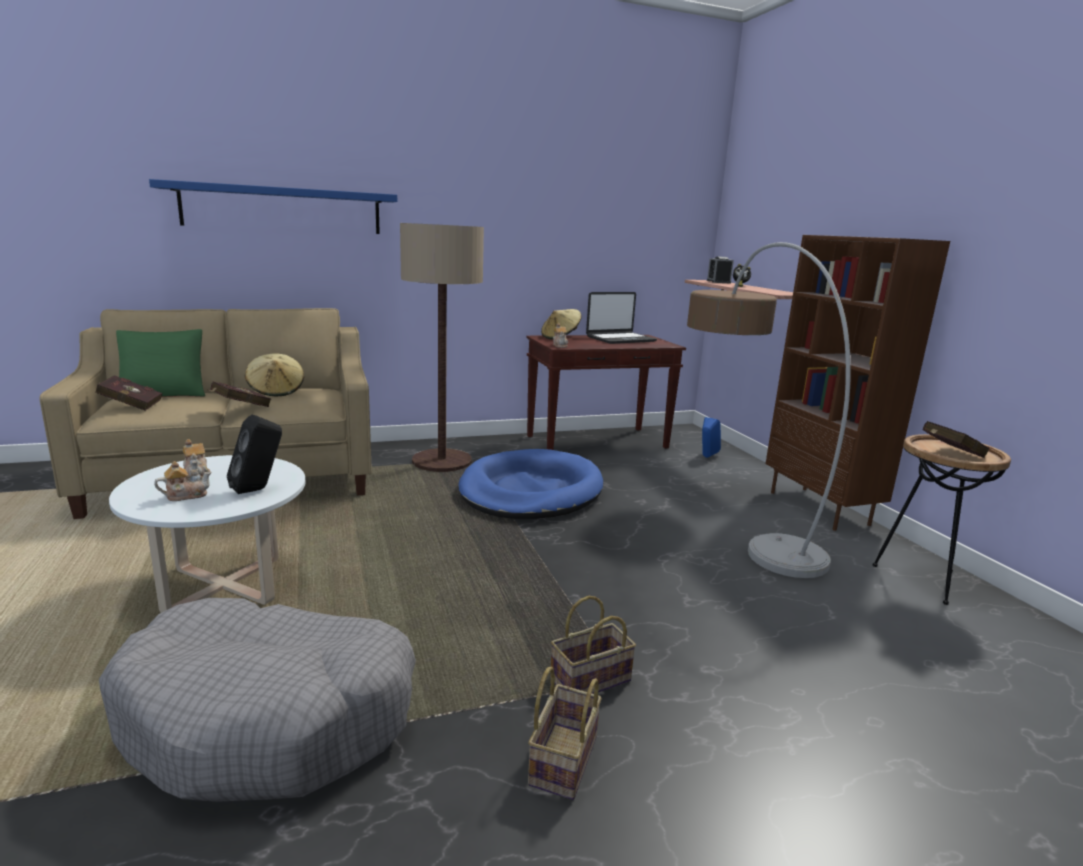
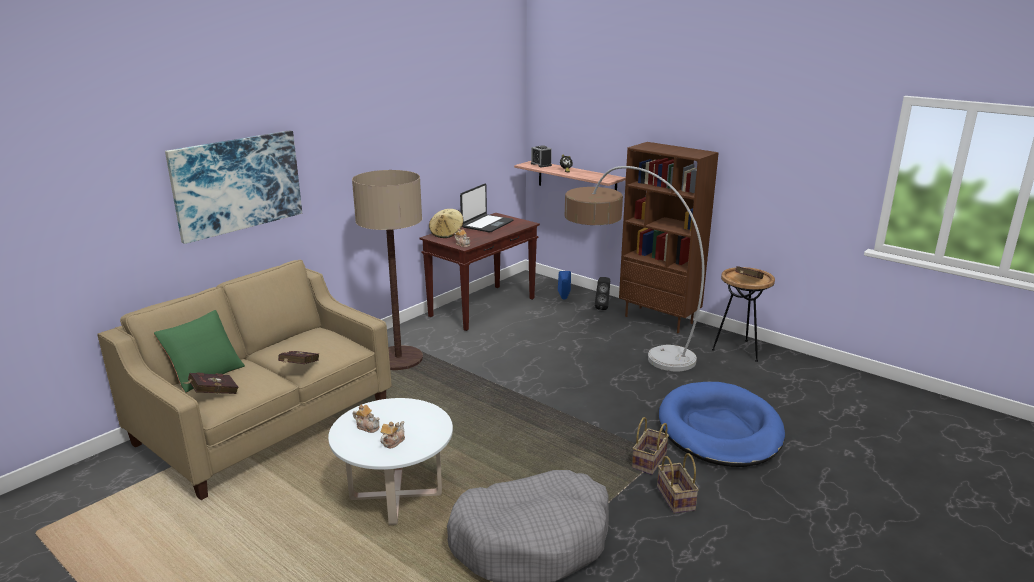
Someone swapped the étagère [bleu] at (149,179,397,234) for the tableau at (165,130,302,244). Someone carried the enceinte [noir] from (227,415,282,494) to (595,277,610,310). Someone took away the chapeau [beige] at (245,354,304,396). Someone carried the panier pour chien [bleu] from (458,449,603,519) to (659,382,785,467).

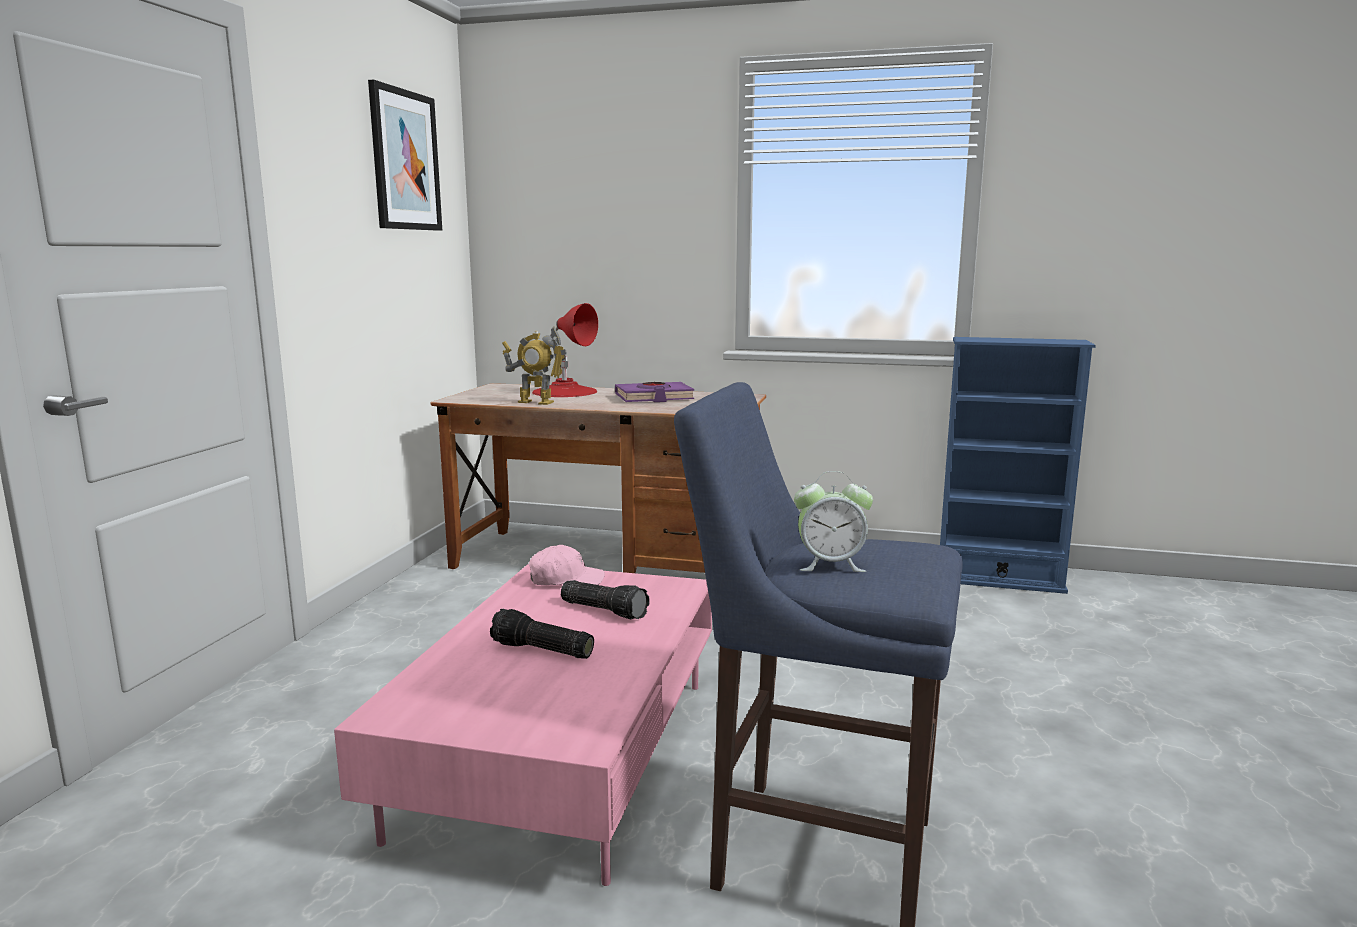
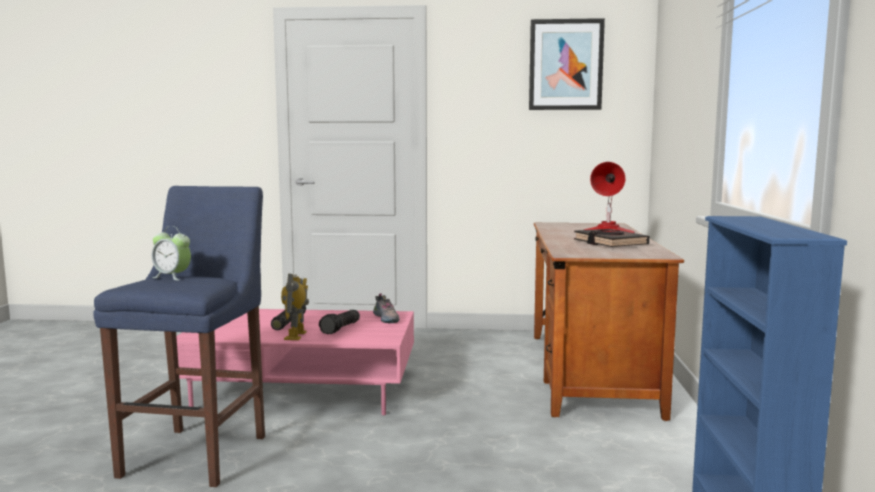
Someone carried the robot jouet from (502,326,567,405) to (281,274,309,340). Someone swapped the casquette [rose] at (529,545,605,585) for the chaussure at (373,293,400,323). Someone repainted the livre [violet] at (615,382,694,402), which became the livre [noir] at (574,229,649,247). Someone rotated the réveil at (794,471,873,572) by 60 degrees counterclockwise.

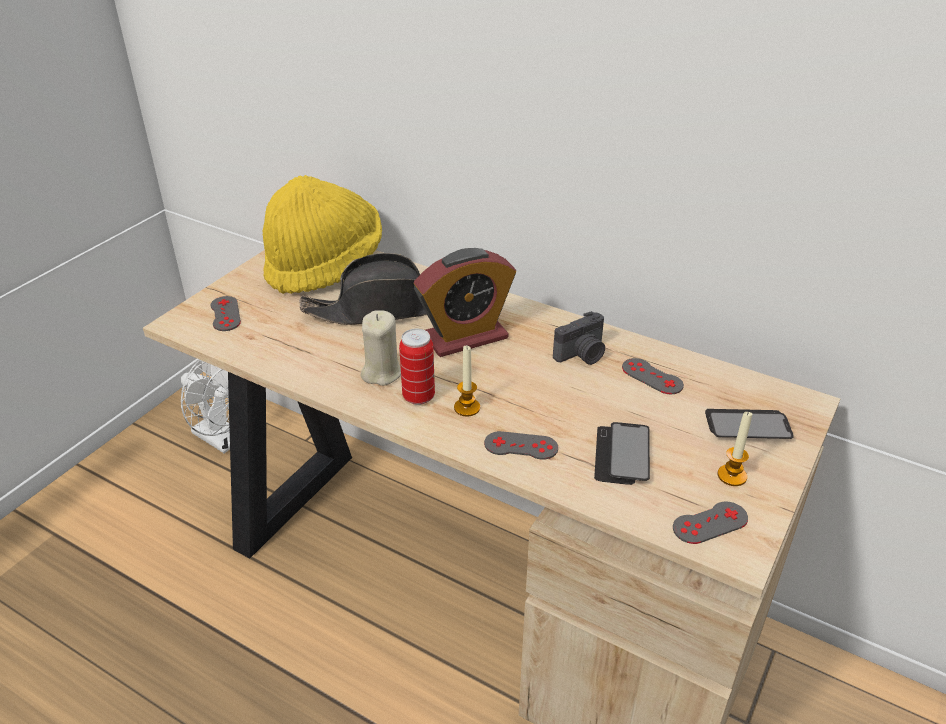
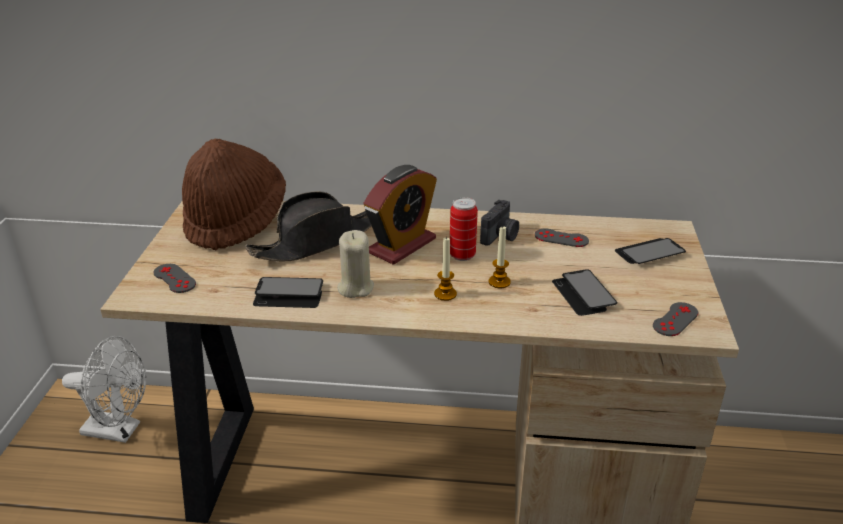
Someone repainted the chapeau [jaune] at (262,175,382,294), which became the chapeau [marron] at (182,138,286,251). Someone carried the boîte métallique from (399,329,435,405) to (450,197,478,261). Someone took away the manette [gris] at (484,431,558,460). Someone carried the bougie from (717,411,752,486) to (489,227,511,289). Someone put down the téléphone at (253,277,323,308).

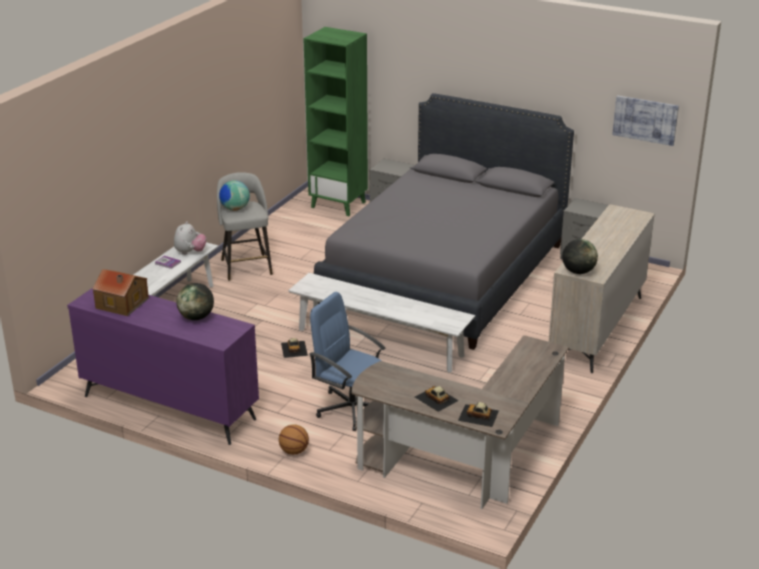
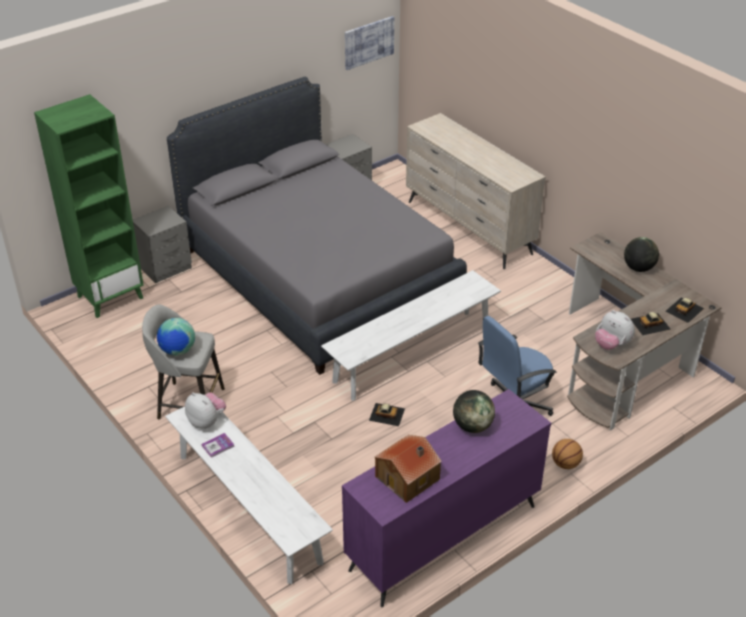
Someone carried the globe from (562,239,598,274) to (624,237,659,272). Someone put down the peluche at (595,310,635,350).

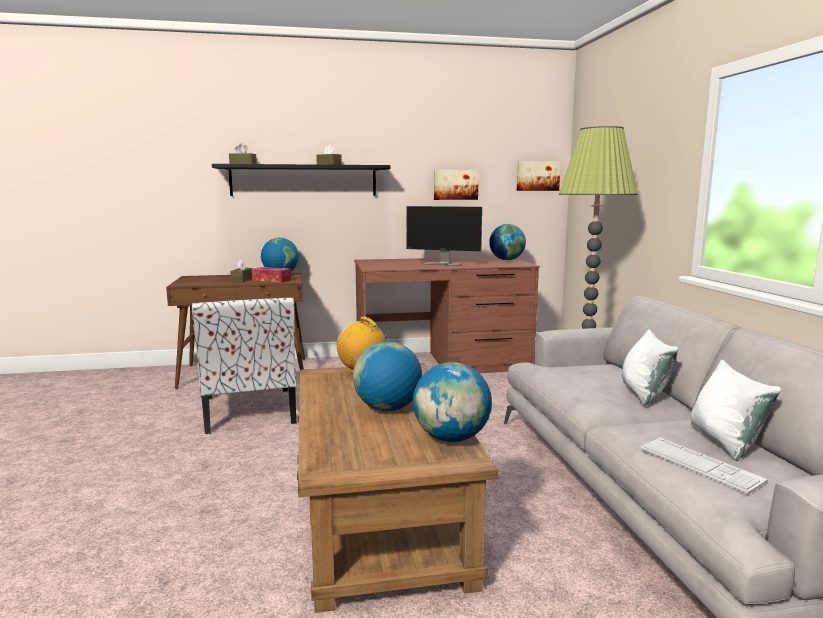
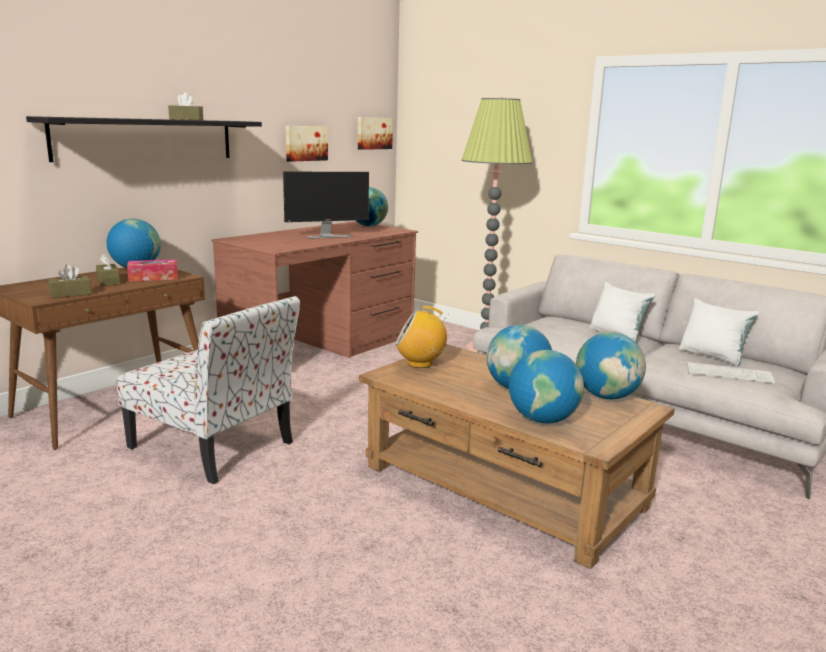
Someone carried the boîte à mouchoirs [marron] from (229,143,257,164) to (48,264,92,298). Someone put down the globe at (509,350,584,424).

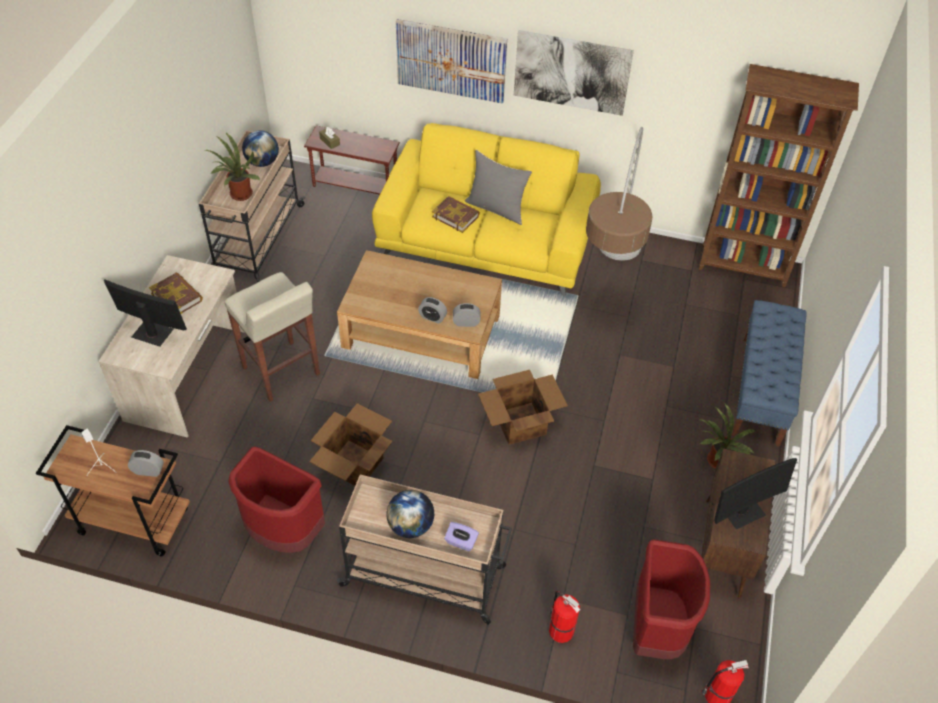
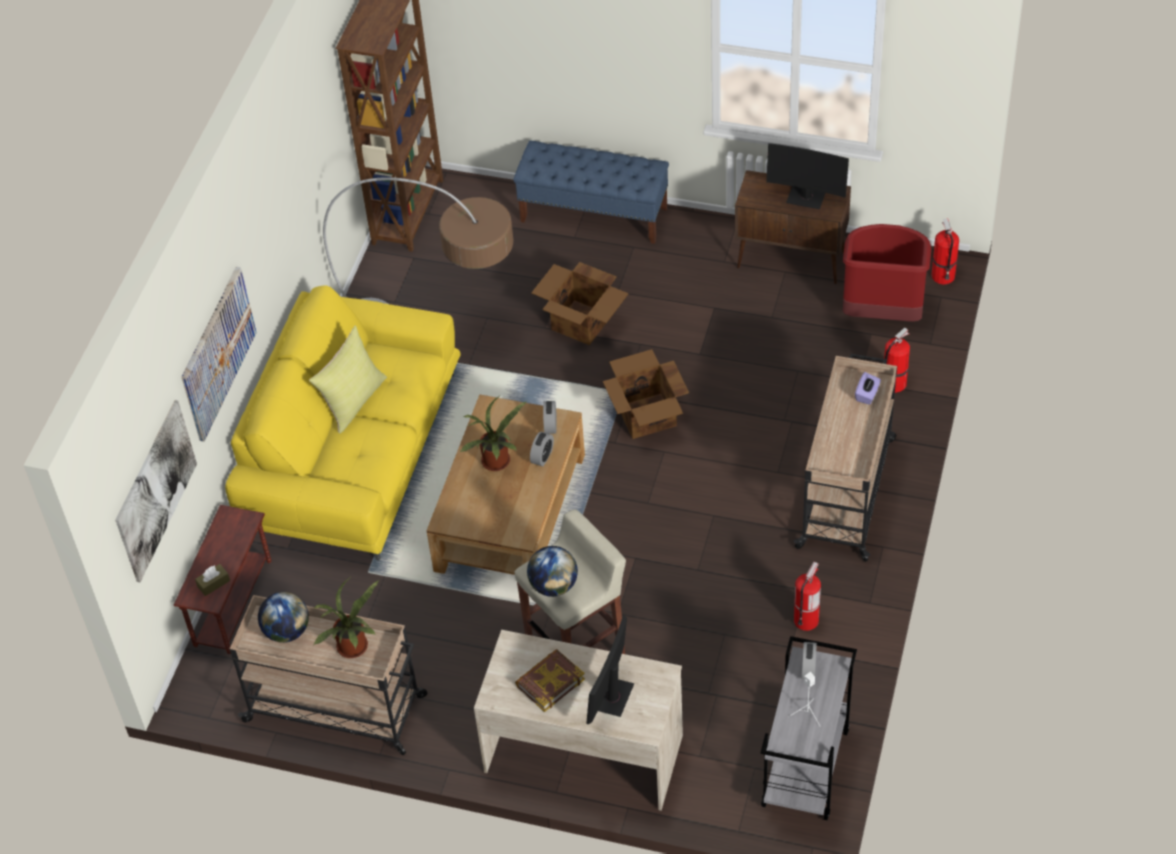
Someone repainted the chariot [marron] at (36,425,190,557), which became the chariot [gris] at (761,636,857,820). Someone swapped the poubelle [rouge] at (228,446,325,553) for the extincteur at (794,562,821,631). Someone carried the carton from (309,403,393,486) to (531,262,629,345). Someone carried the globe from (386,490,434,538) to (527,546,578,597). Someone took away the livre at (432,196,480,233). Someone repainted the coussin [gris] at (465,150,532,225), which became the coussin [jaune] at (309,325,387,433). Someone carried the tableau from (514,30,634,116) to (116,400,197,582). Someone carried the plante en pot from (699,404,755,469) to (459,394,527,471). Someone rotated the écran d'ordinateur at (714,458,797,529) by 135 degrees clockwise.

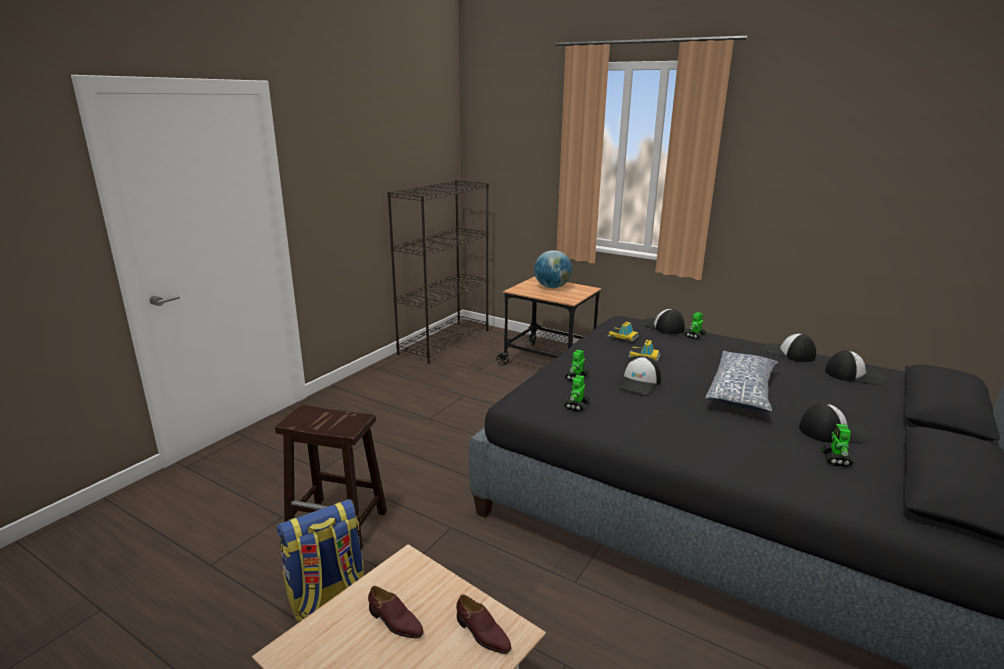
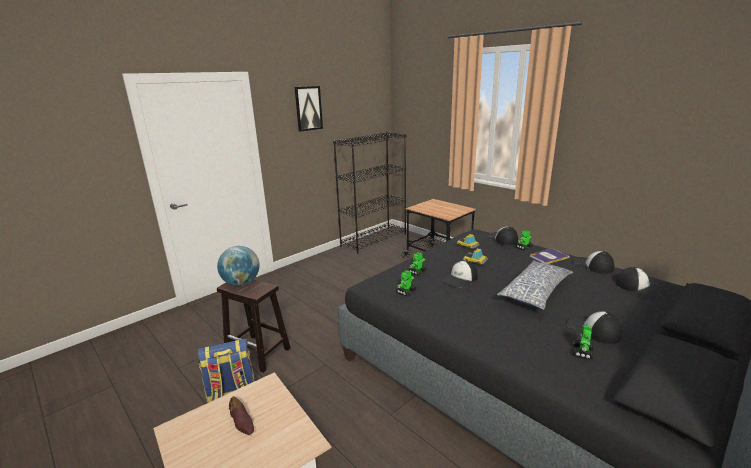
Someone took away the chaussure [marron] at (456,594,511,654). Someone carried the globe from (534,250,572,288) to (217,246,260,286). Someone rotated the casquette at (799,403,869,443) by 150 degrees counterclockwise. Someone put up the tableau at (294,86,323,132). Someone put down the livre at (530,249,570,264).

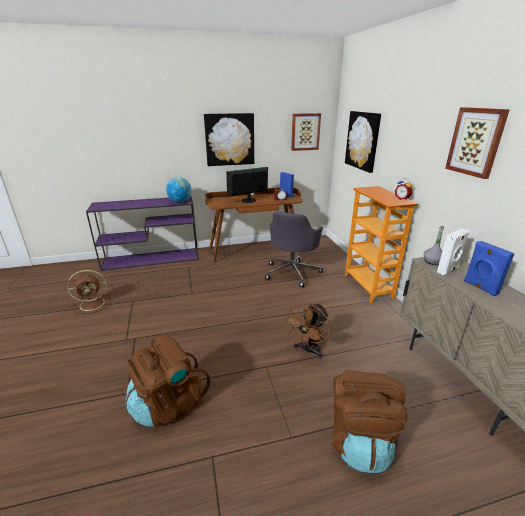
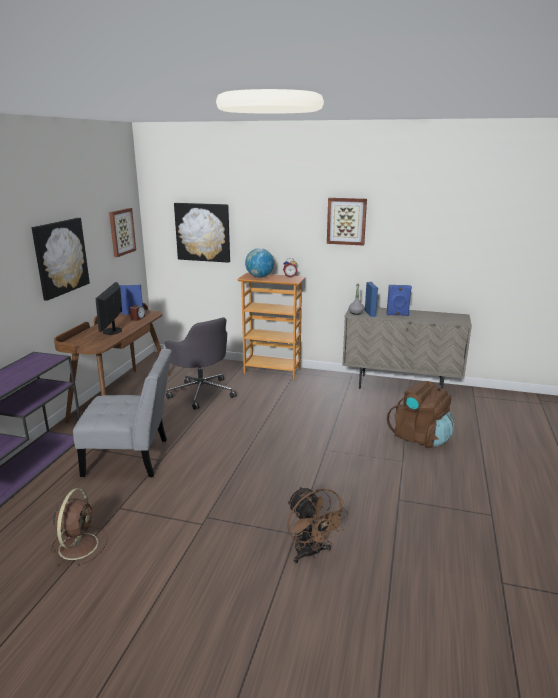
Someone took away the sac à dos [marron] at (125,335,210,427). Someone carried the globe from (166,177,192,202) to (245,248,274,278). Someone carried the ventilateur [marron] from (284,303,330,358) to (287,487,349,563). Someone repainted the enceinte [blanc] at (437,228,469,275), which became the enceinte [bleu] at (365,282,378,317). Someone put down the chaise [gris] at (73,349,172,477).

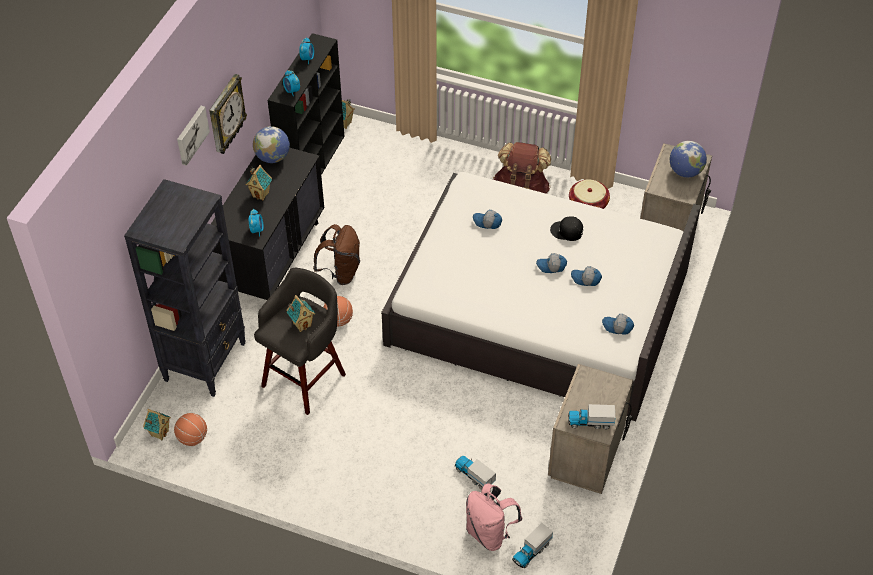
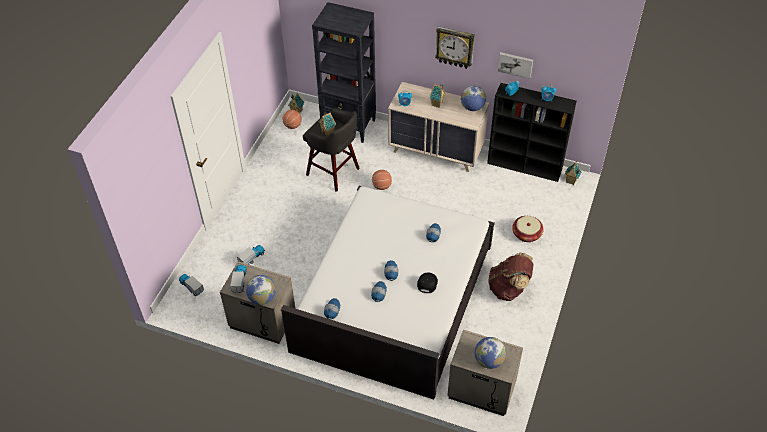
Someone carried the tableau from (177,106,210,166) to (498,52,533,79). Someone repainted the commode [noir] at (211,148,324,300), which became the commode [beige] at (388,82,489,172). Someone took away the sac à dos [marron] at (313,224,360,285). Someone took away the sac à dos [rose] at (466,483,523,551). Someone carried the panier from (569,179,610,209) to (512,216,544,242). Someone put down the globe at (246,275,276,305).

